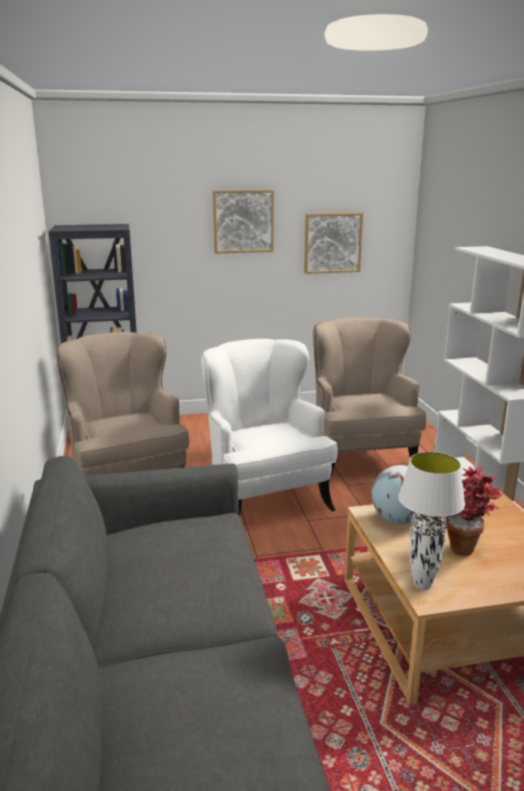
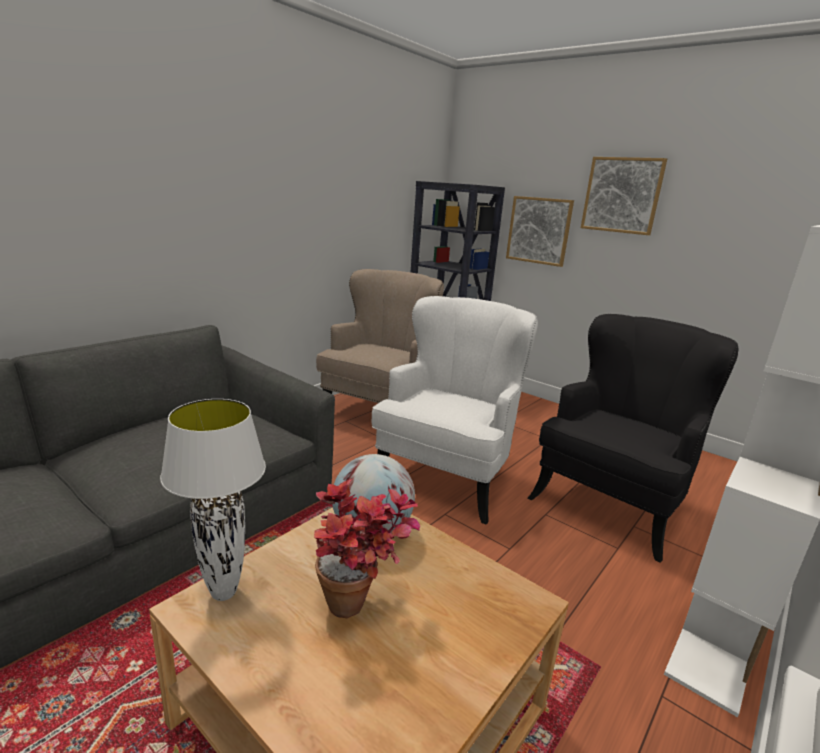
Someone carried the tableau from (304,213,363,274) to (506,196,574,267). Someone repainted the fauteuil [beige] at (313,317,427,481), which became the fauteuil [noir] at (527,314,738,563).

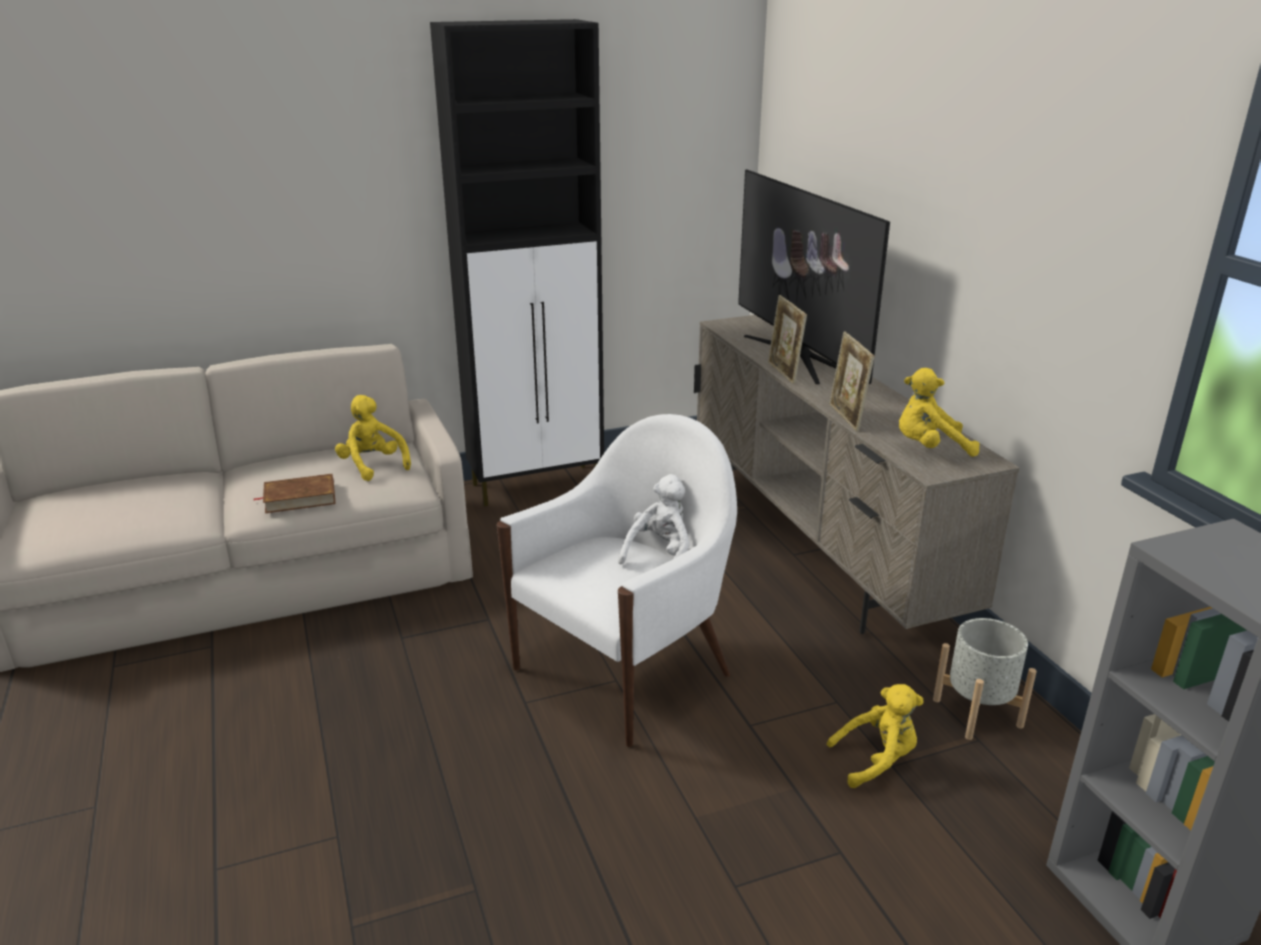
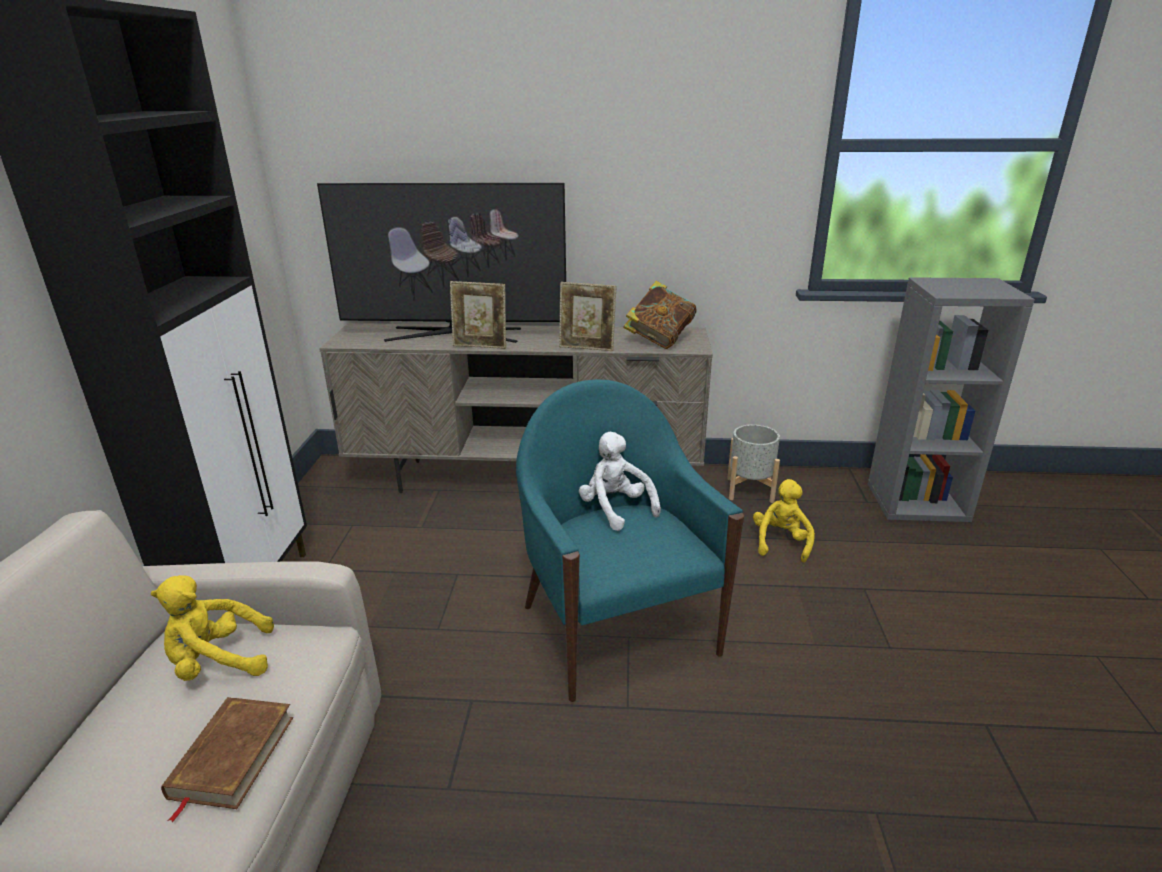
Someone repainted the fauteuil [blanc] at (497,414,737,747), which became the fauteuil [turquoise] at (516,379,744,702). Someone swapped the peluche [jaune] at (899,368,980,457) for the livre at (623,281,696,349).

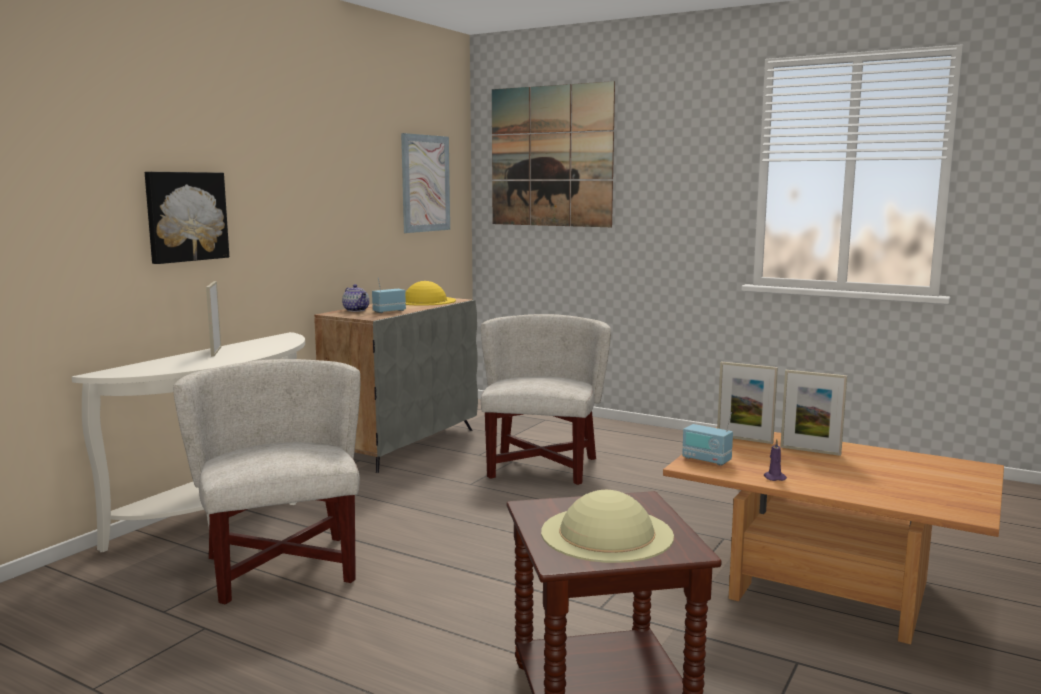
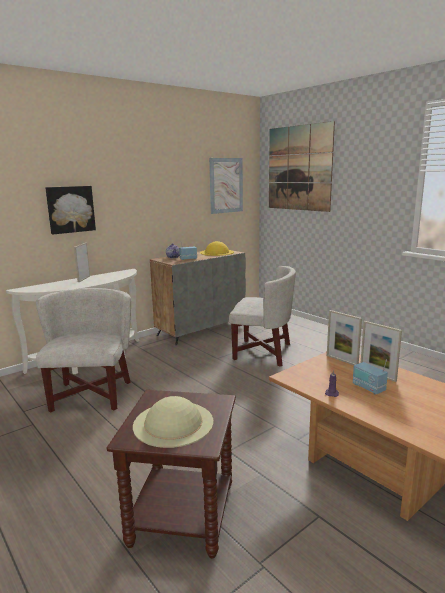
Someone rotated the fauteuil [blanc] at (481,314,611,485) by 75 degrees clockwise. Someone carried the radio from (682,412,733,466) to (353,359,388,395).

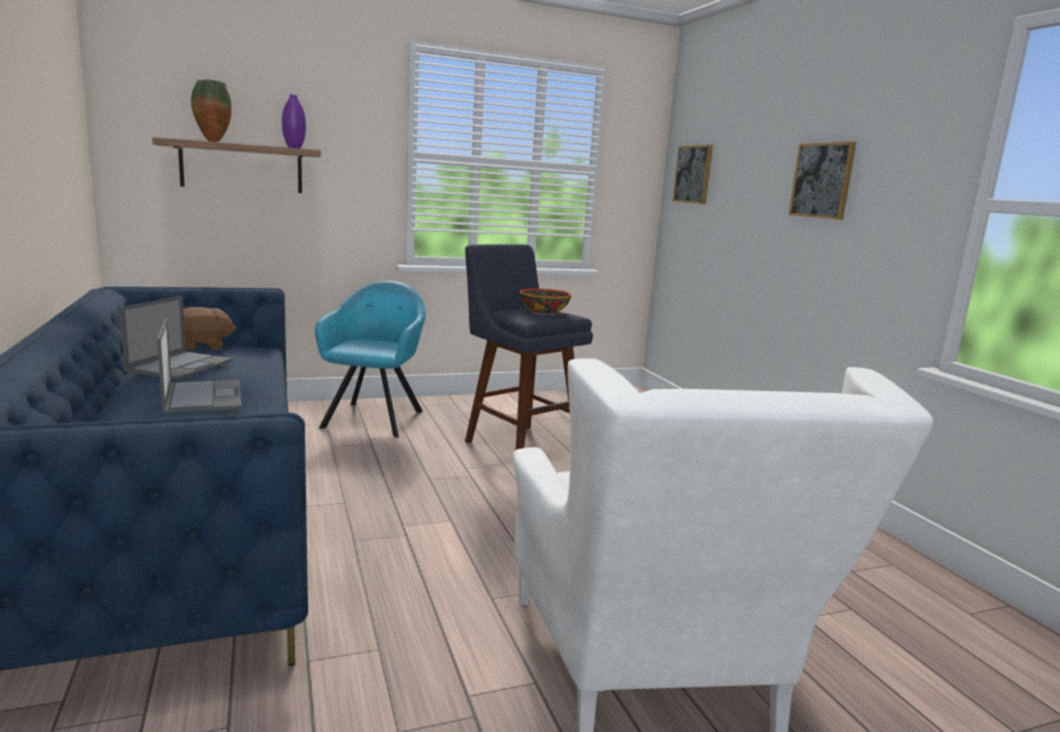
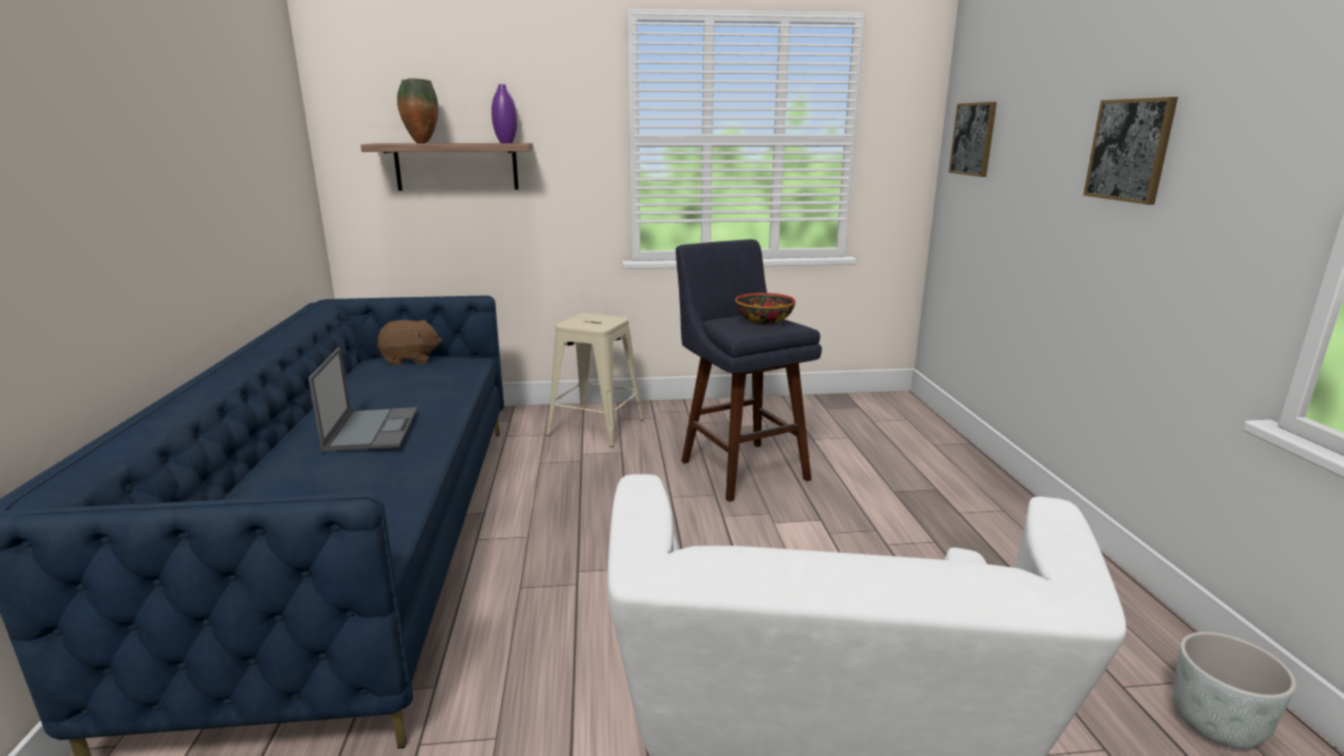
Someone took away the ordinateur portable at (119,296,233,380). Someone swapped the fauteuil [turquoise] at (315,281,426,438) for the tabouret [beige] at (546,313,644,447). Someone put down the cache-pot [gris] at (1173,632,1297,749).

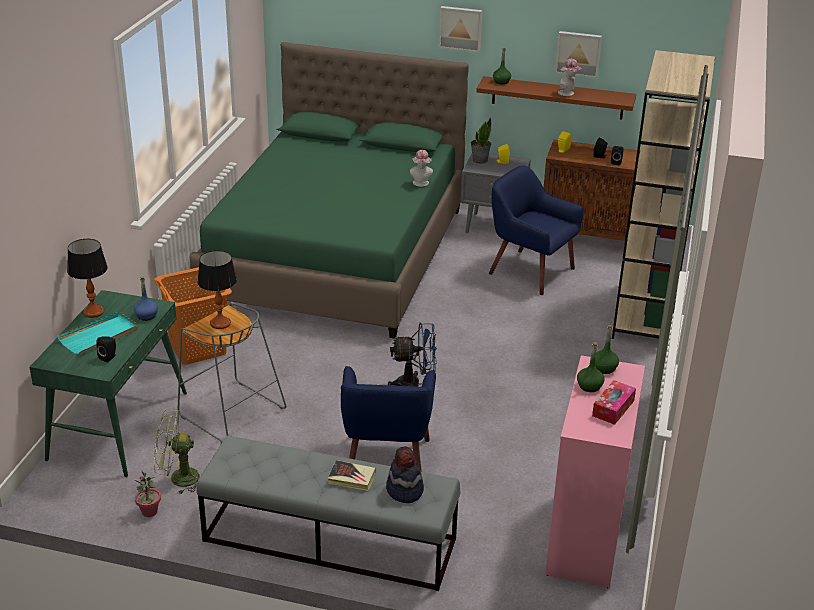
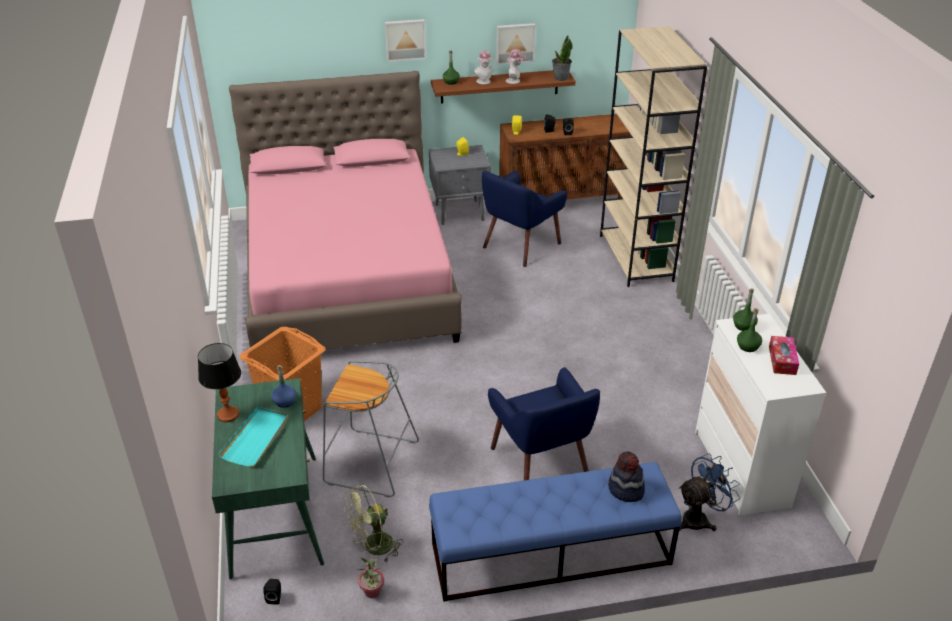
Someone carried the enceinte [noir] from (96,336,116,363) to (263,579,281,605). Someone repainted the lit [vert] at (190,42,469,339), which became the lit [rose] at (229,71,462,349). Someone took away the lampe de table at (197,250,237,329). Someone repainted the banc [gris] at (197,436,461,591), which became the banc [bleu] at (429,462,682,602). Someone took away the livre at (328,460,376,491). Someone carried the ventilateur [bleu] from (388,322,437,387) to (679,453,740,532). Someone carried the chapeau from (410,150,433,187) to (474,50,494,84). Someone carried the plante en pot from (471,118,492,164) to (552,35,573,81). Someone rotated the fauteuil [bleu] at (489,166,583,295) by 60 degrees counterclockwise. Someone repainted the commode [rose] at (545,355,645,588), which became the commode [blanc] at (695,314,826,516).

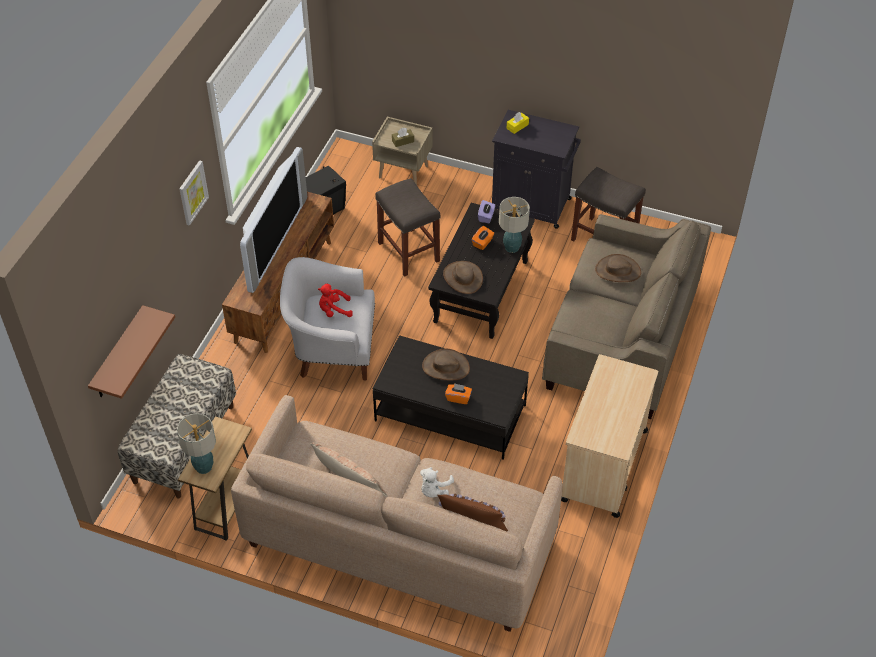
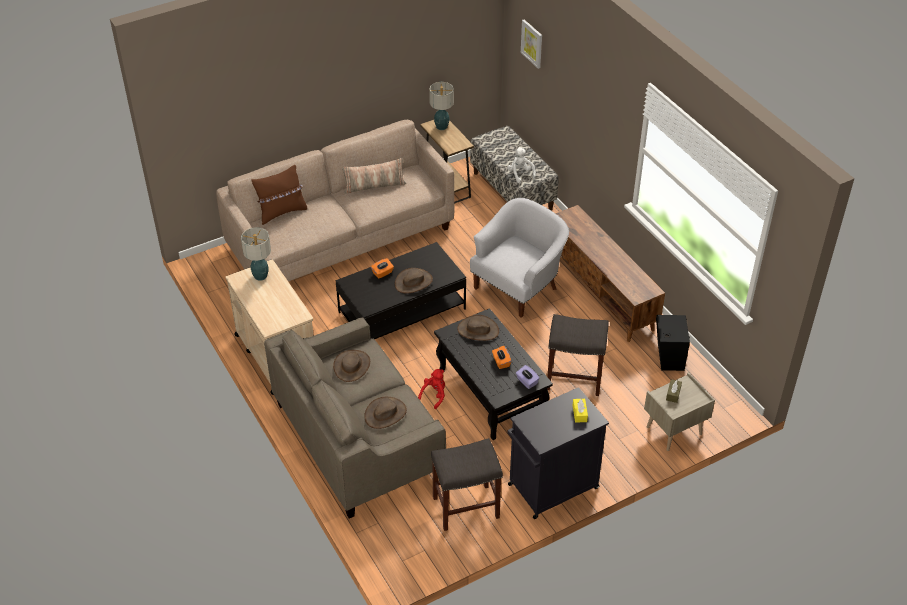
Someone took away the étagère [marron] at (88,305,175,399). Someone carried the tableau from (179,160,209,226) to (521,19,542,69). Someone took away the téléviseur at (240,147,307,293). Someone carried the peluche [rouge] from (318,284,353,317) to (418,369,445,409). Someone carried the peluche [blanc] from (420,467,454,498) to (507,147,536,183). Someone carried the lampe de table from (499,197,530,253) to (241,227,271,281). Someone put down the chapeau [marron] at (333,350,370,382).

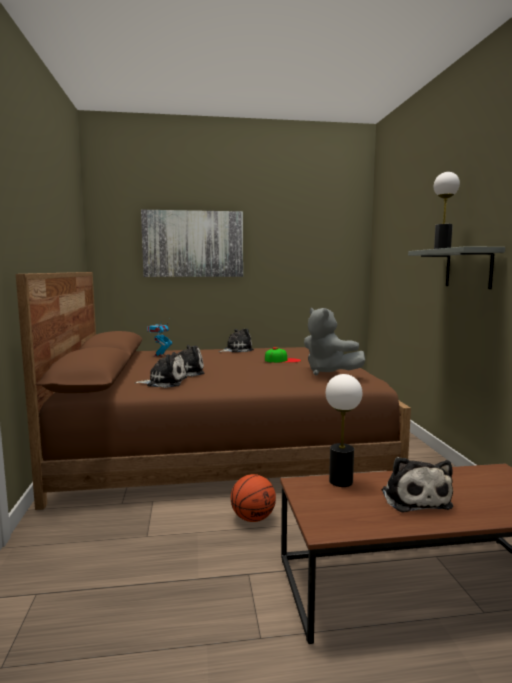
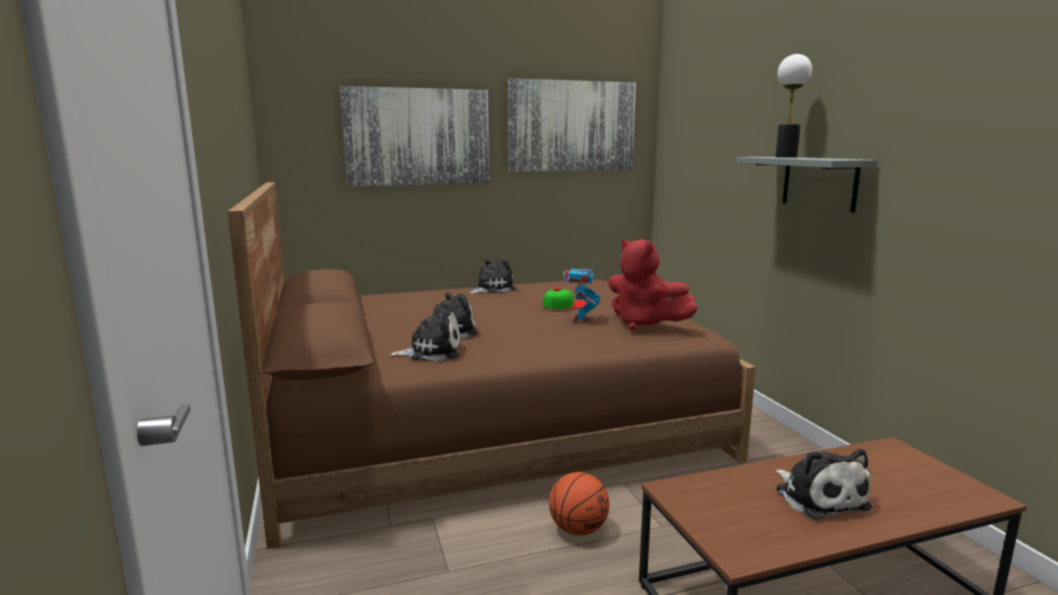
Someone carried the robot jouet from (147,319,172,357) to (562,260,600,322). Someone repainted the peluche [gris] at (304,308,365,376), which became the peluche [rouge] at (608,239,697,330). Someone took away the lampe de table at (326,374,362,487). Someone put up the tableau at (508,78,636,172).

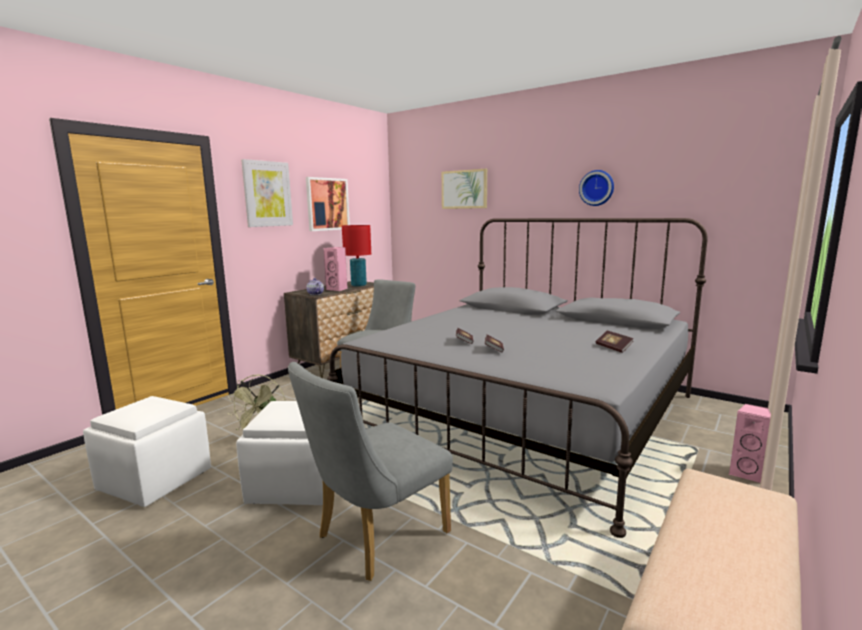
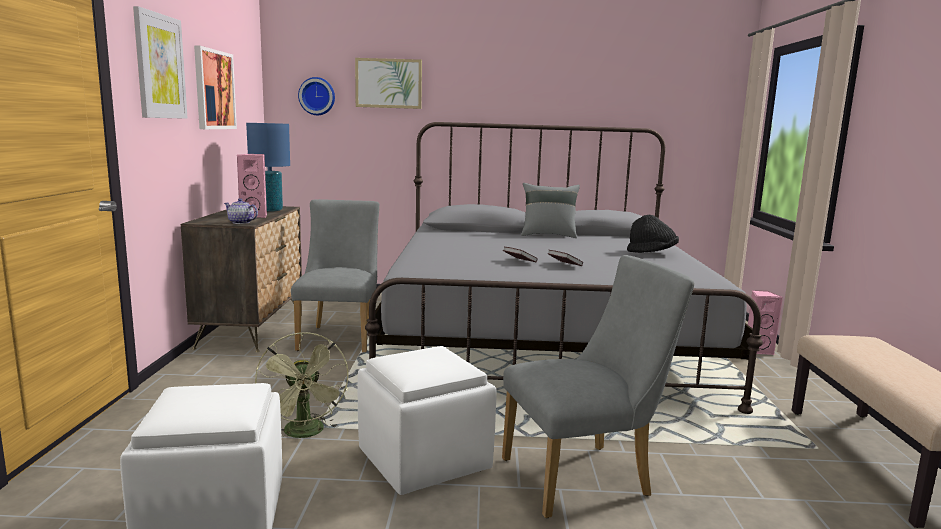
Someone rotated the chaise [gris] at (288,362,453,581) by 120 degrees counterclockwise. Someone repainted the lampe de table [rouge] at (342,225,371,287), which became the lampe de table [bleu] at (246,123,290,211). Someone carried the horloge murale from (579,170,614,206) to (298,77,335,115). Someone swapped the livre at (596,331,633,353) for the chapeau [noir] at (627,215,679,253). Someone put down the coussin [gris] at (521,183,580,238).

